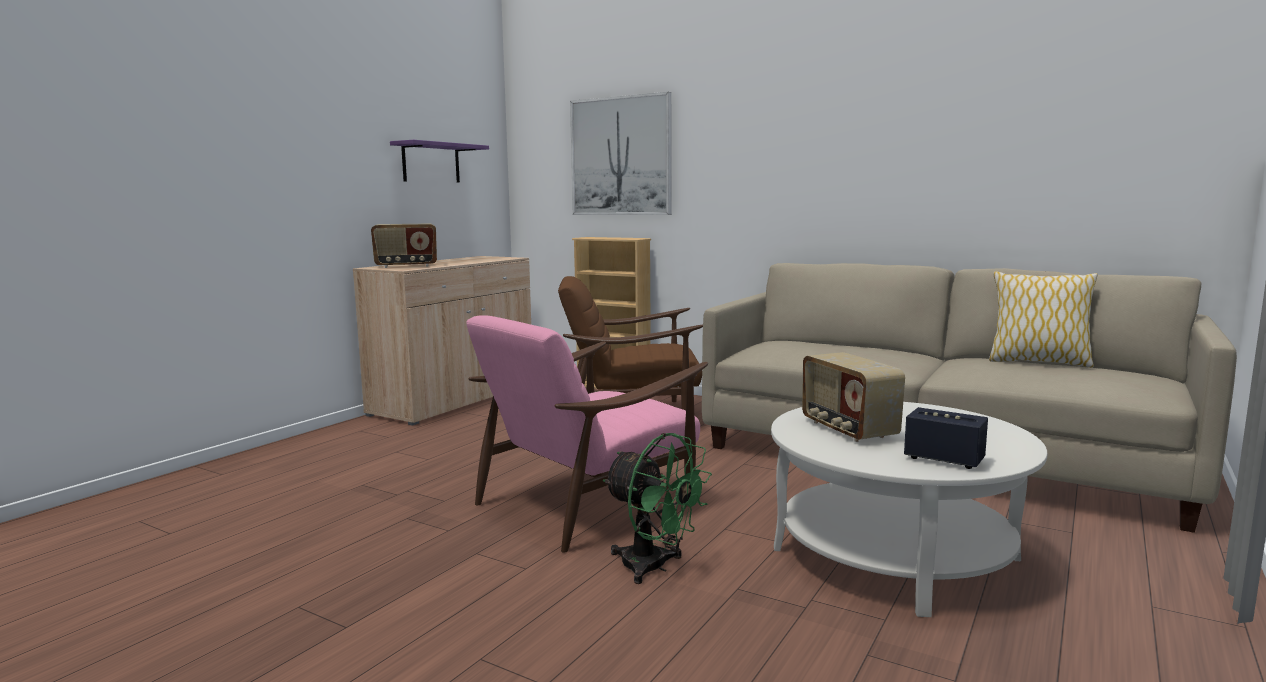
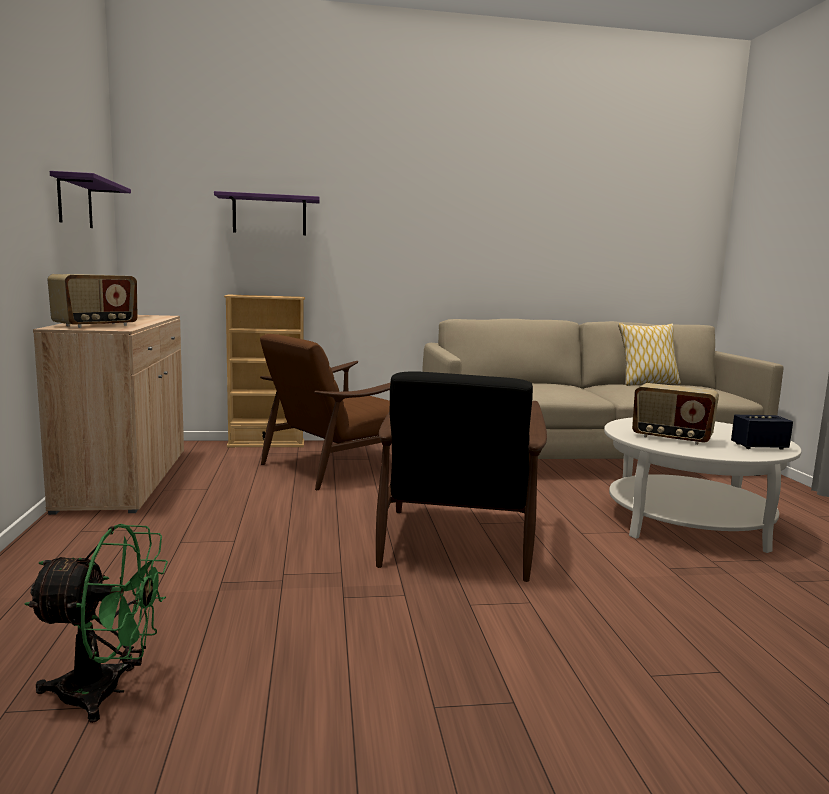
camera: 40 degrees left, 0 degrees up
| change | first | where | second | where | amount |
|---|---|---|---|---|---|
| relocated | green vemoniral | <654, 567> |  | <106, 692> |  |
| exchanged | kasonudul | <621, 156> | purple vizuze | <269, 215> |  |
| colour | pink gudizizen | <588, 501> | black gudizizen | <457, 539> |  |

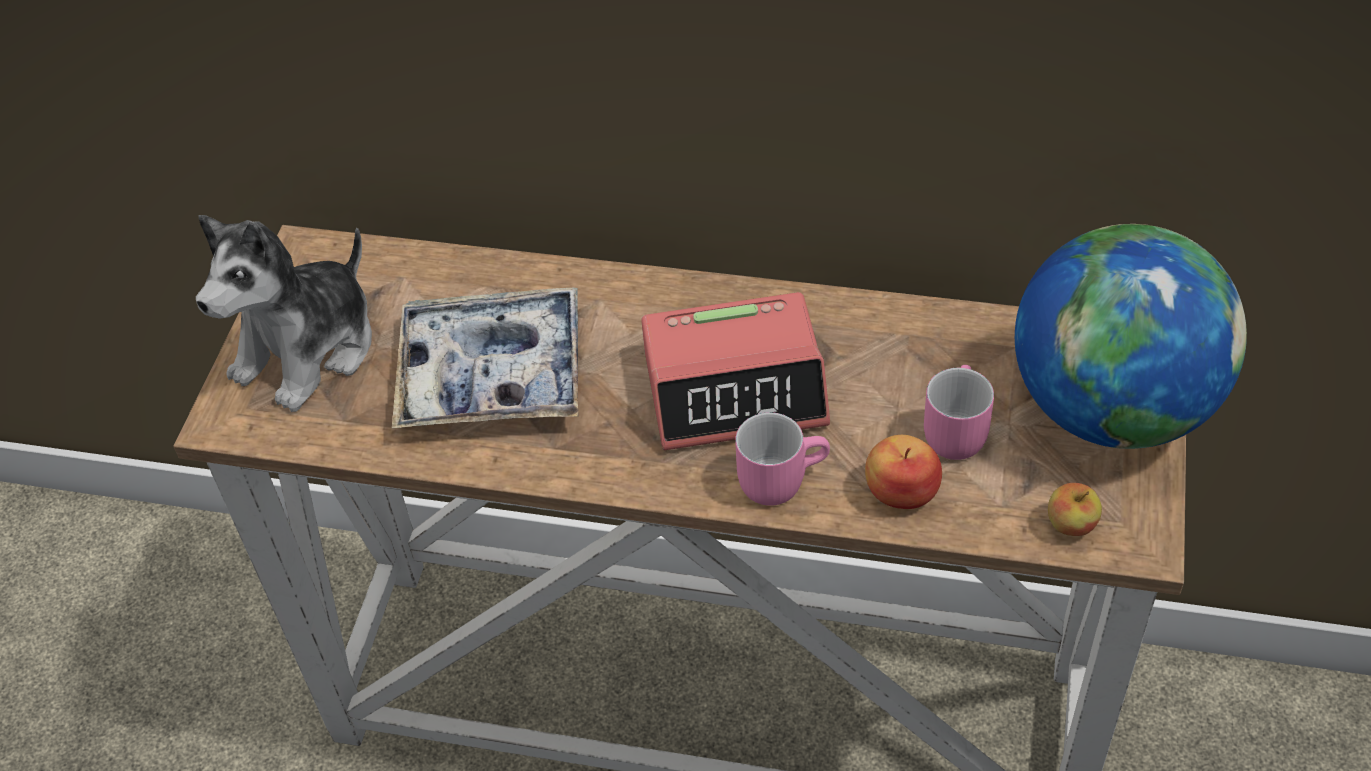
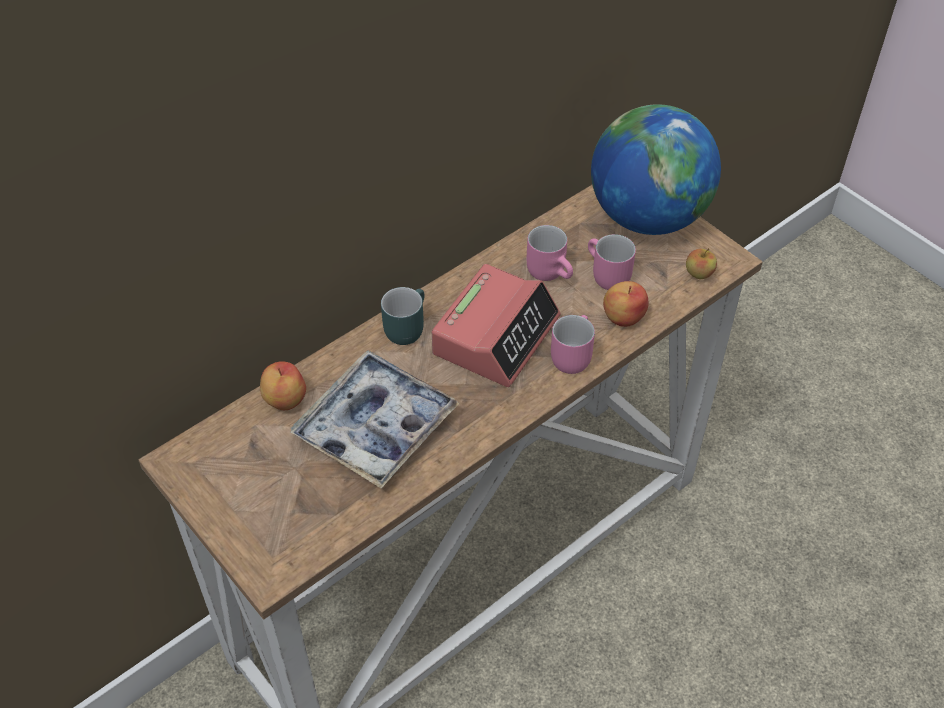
camera: 55 degrees left, 0 degrees up
| change | first | where | second | where | amount |
|---|---|---|---|---|---|
| missing | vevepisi | <308, 349> |  |  |  |
| appeared |  |  | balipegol | <284, 399> |  |
| appeared |  |  | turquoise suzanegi | <404, 326> |  |
| appeared |  |  | pink suzanegi | <551, 271> |  |

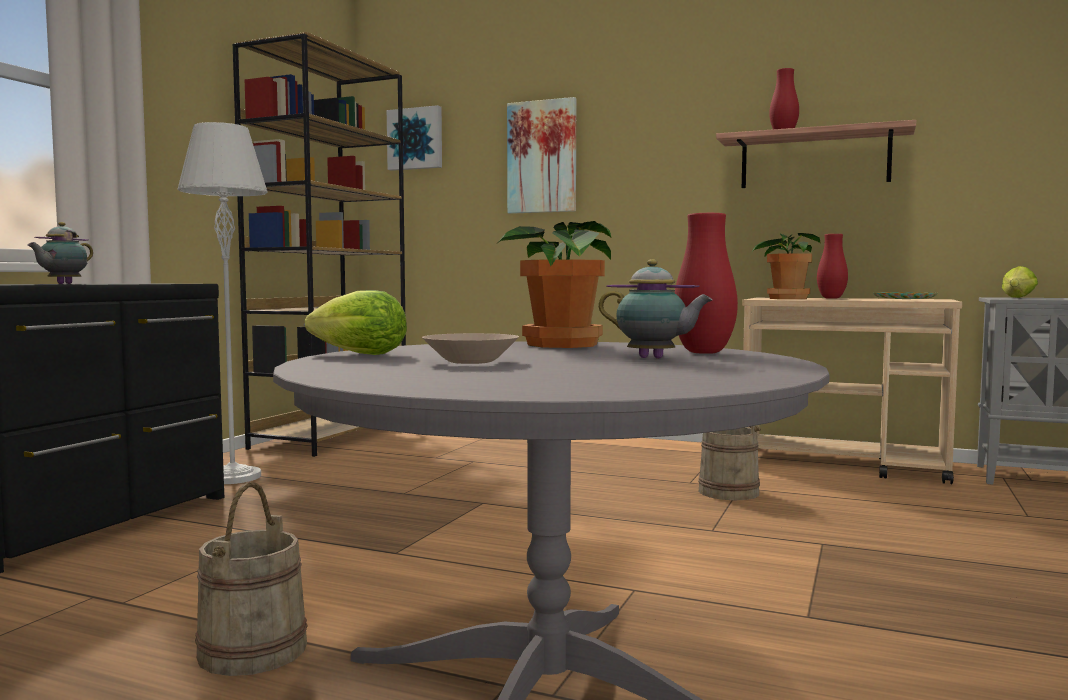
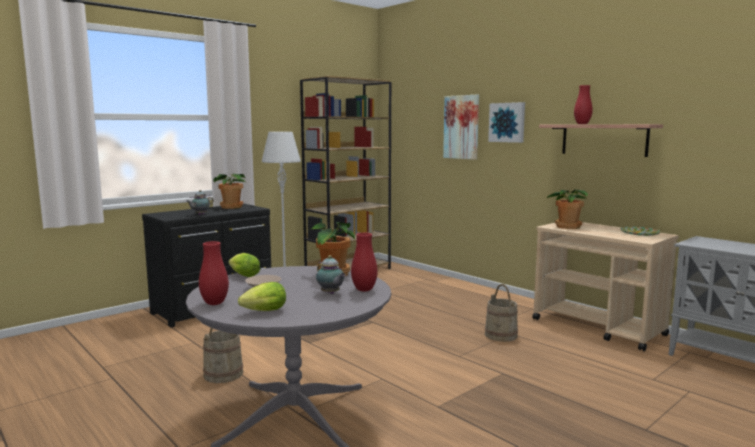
camera: 25 degrees right, 5 degrees up
| change | first | where | second | where | amount |
|---|---|---|---|---|---|
| appeared |  |  | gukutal | <231, 207> |  |
| relocated | kasonudul | <416, 139> |  | <507, 122> |  |
| relocated | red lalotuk | <831, 298> |  | <214, 303> |  |
| relocated | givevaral | <1017, 298> |  | <262, 312> |  |

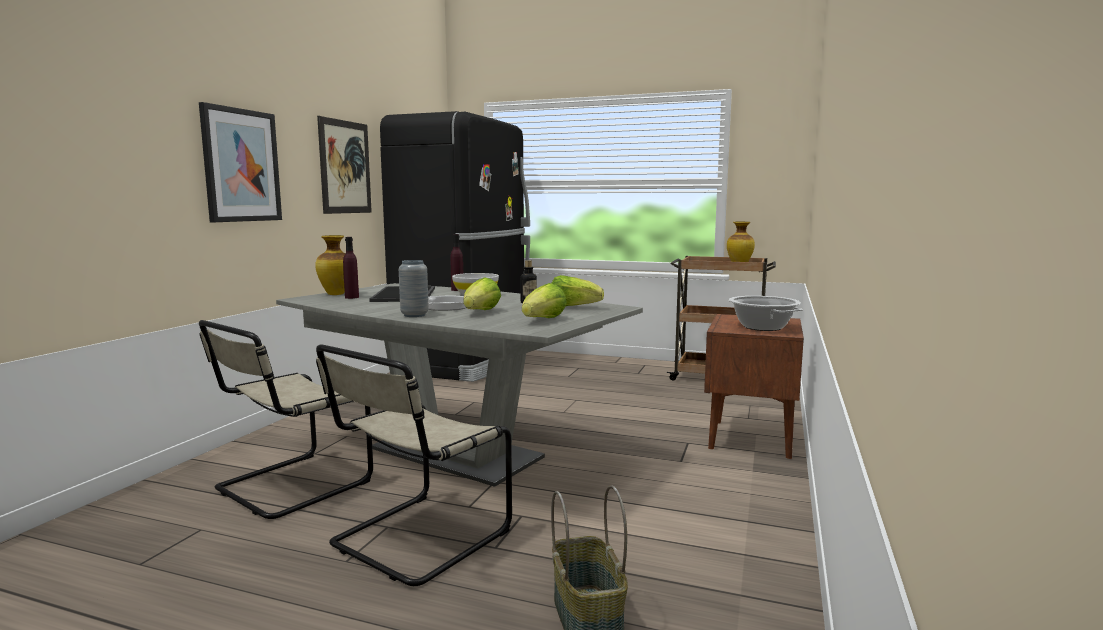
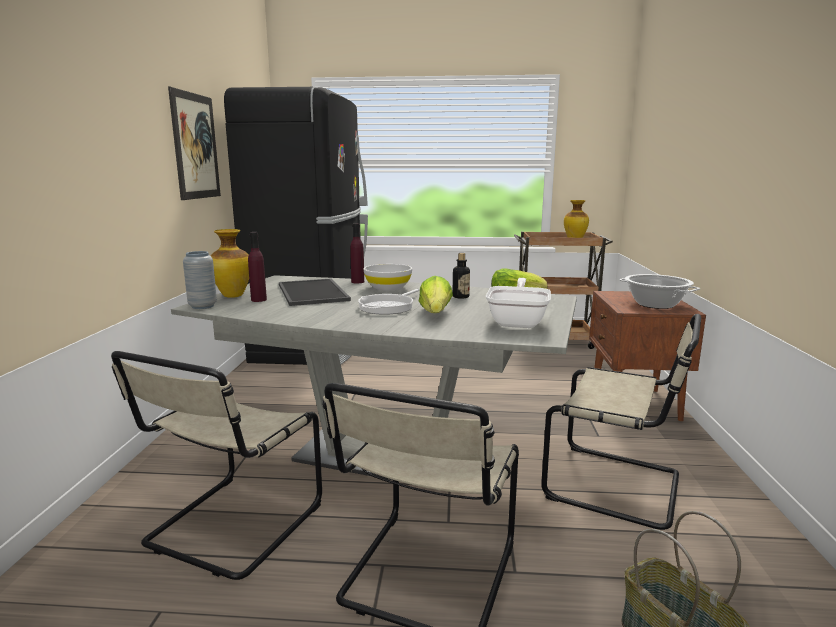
camera: 15 degrees left, 5 degrees up
| change | first | where | second | where | amount |
|---|---|---|---|---|---|
| missing | kasonudul | <241, 165> |  |  |  |
| appeared |  |  | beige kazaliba | <618, 486> |  |
| relocated | grey lalotuk | <414, 315> |  | <202, 306> |  |
| exchanged | givevaral | <543, 320> | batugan | <518, 321> |  |

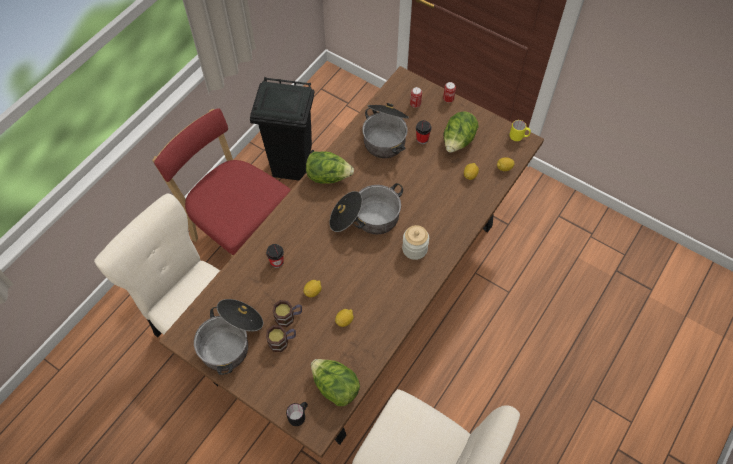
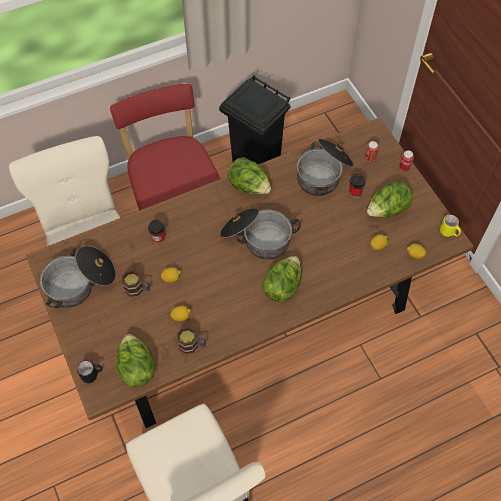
camera: 30 degrees right, 0 degrees up
| change | first | where | second | where | amount |
|---|---|---|---|---|---|
| relocated | suzanegi | <282, 341> |  | <192, 345> |  |
| exchanged | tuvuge | <414, 249> | givevaral | <282, 286> |  |

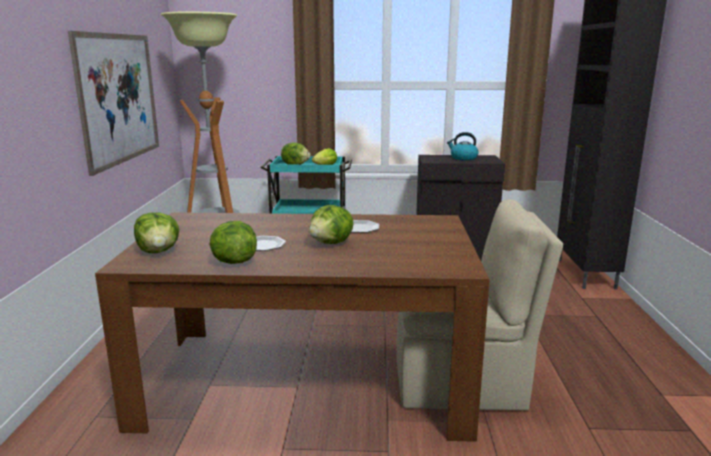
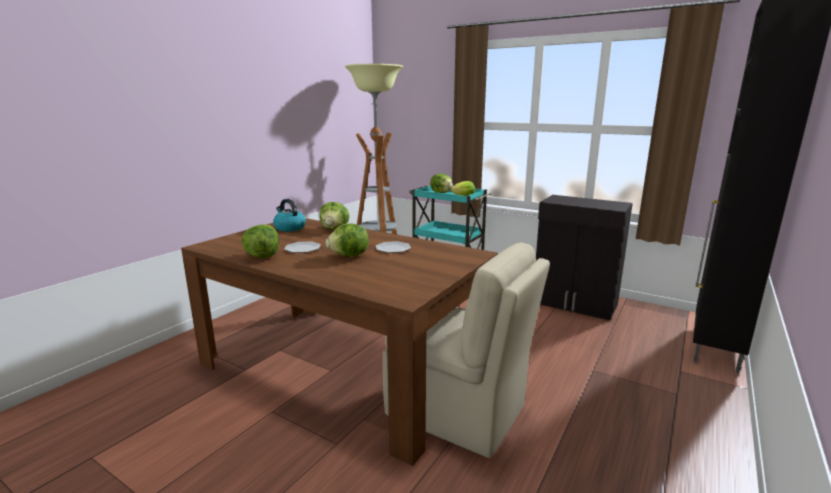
camera: 30 degrees right, 0 degrees up
| change | first | where | second | where | amount |
|---|---|---|---|---|---|
| missing | kasonudul | <119, 98> |  |  |  |
| relocated | givevaral | <159, 251> |  | <334, 229> |  |
| relocated | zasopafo | <463, 158> |  | <289, 228> |  |

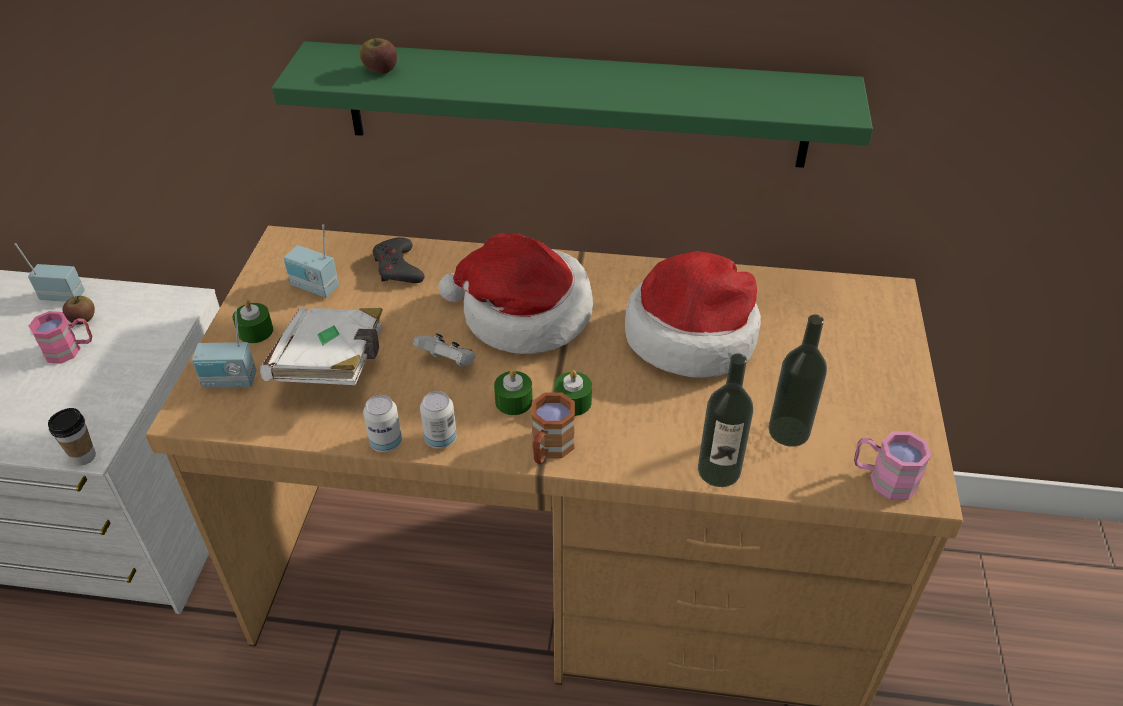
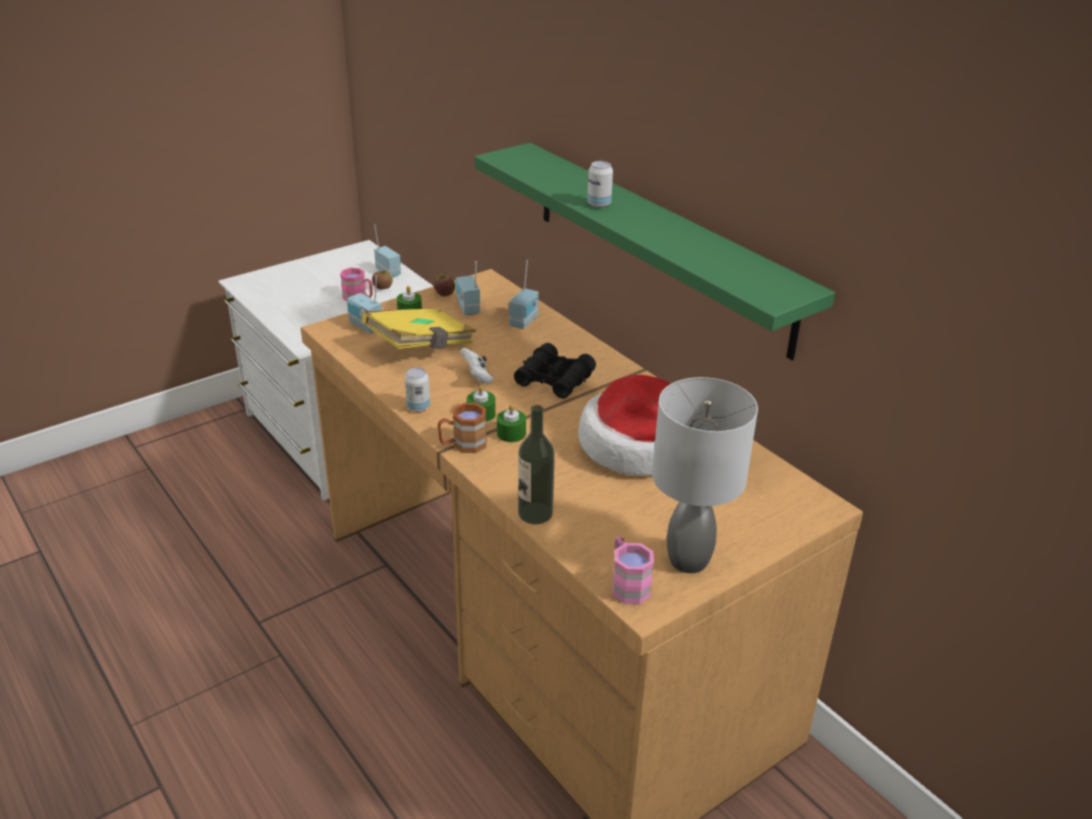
camera: 45 degrees right, 10 degrees down
| change | first | where | second | where | amount |
|---|---|---|---|---|---|
| missing | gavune | <84, 456> |  |  |  |
| missing | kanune | <788, 431> |  |  |  |
| appeared |  |  | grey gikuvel | <687, 561> |  |
| relocated | balipegol | <380, 70> |  | <444, 293> |  |
| relocated | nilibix | <386, 443> |  | <599, 204> |  |
| exchanged | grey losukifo | <398, 267> | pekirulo | <525, 321> |  |
| exchanged | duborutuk | <523, 315> | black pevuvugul | <554, 380> |  |
| colour | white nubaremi | <333, 365> | yellow nubaremi | <421, 346> |  |

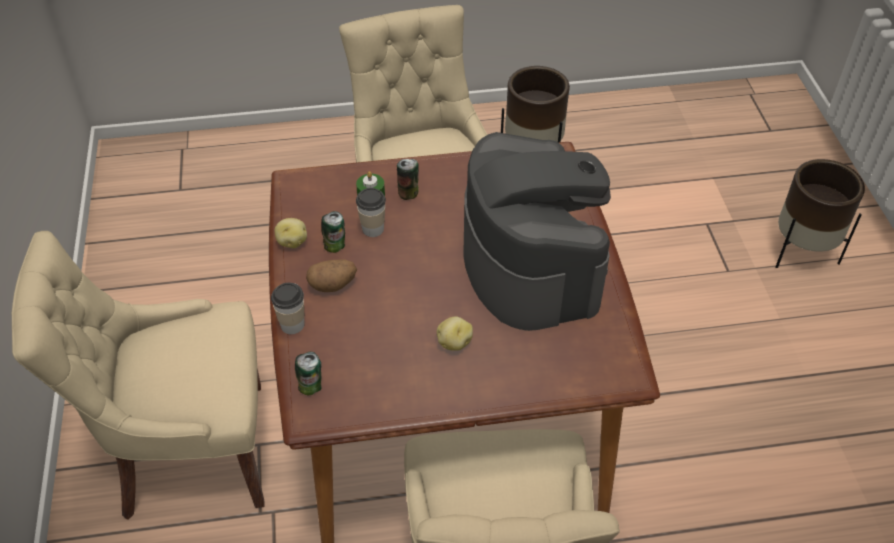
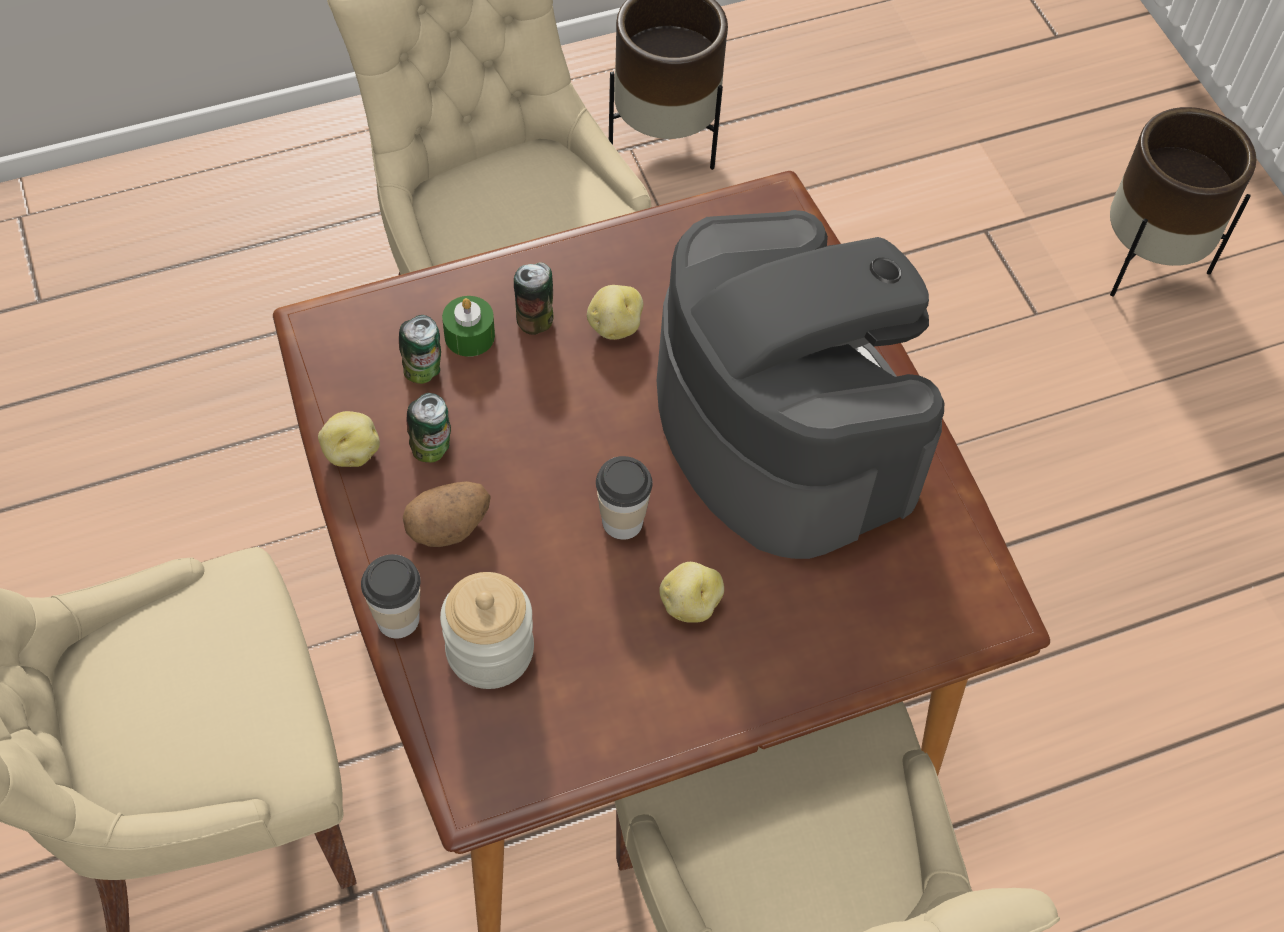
camera: 15 degrees left, 10 degrees up
| change | first | where | second | where | amount |
|---|---|---|---|---|---|
| appeared |  |  | tuvuge | <490, 650> |  |
| appeared |  |  | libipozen | <614, 326> |  |
| relocated | nilibix | <311, 387> |  | <424, 371> |  |
| relocated | gavune | <373, 229> |  | <622, 521> |  |

